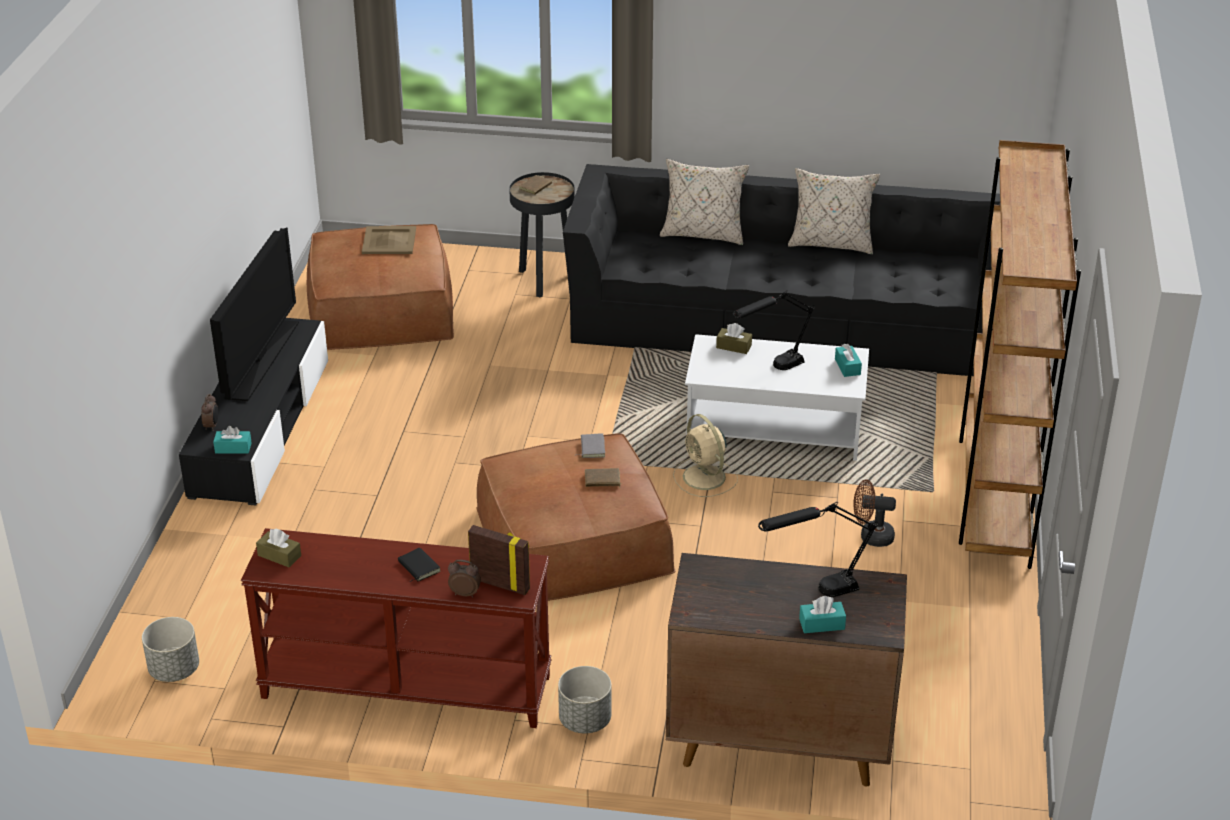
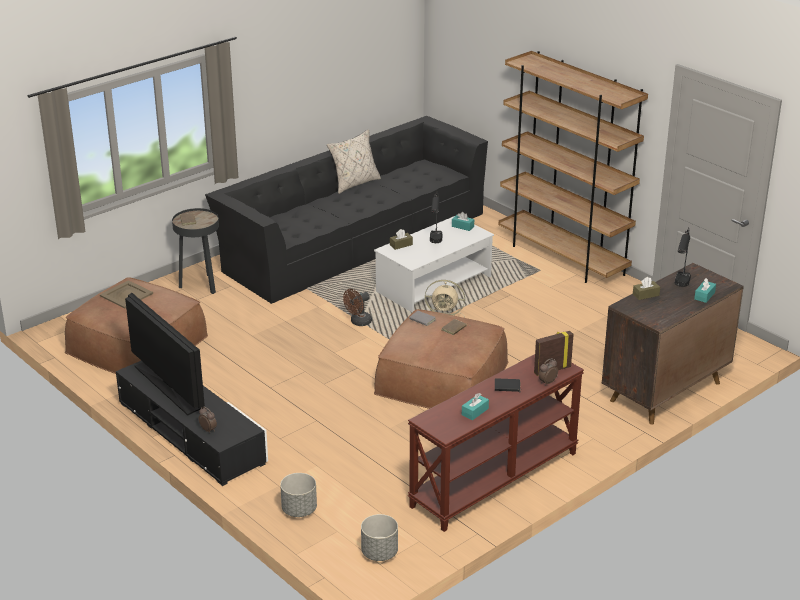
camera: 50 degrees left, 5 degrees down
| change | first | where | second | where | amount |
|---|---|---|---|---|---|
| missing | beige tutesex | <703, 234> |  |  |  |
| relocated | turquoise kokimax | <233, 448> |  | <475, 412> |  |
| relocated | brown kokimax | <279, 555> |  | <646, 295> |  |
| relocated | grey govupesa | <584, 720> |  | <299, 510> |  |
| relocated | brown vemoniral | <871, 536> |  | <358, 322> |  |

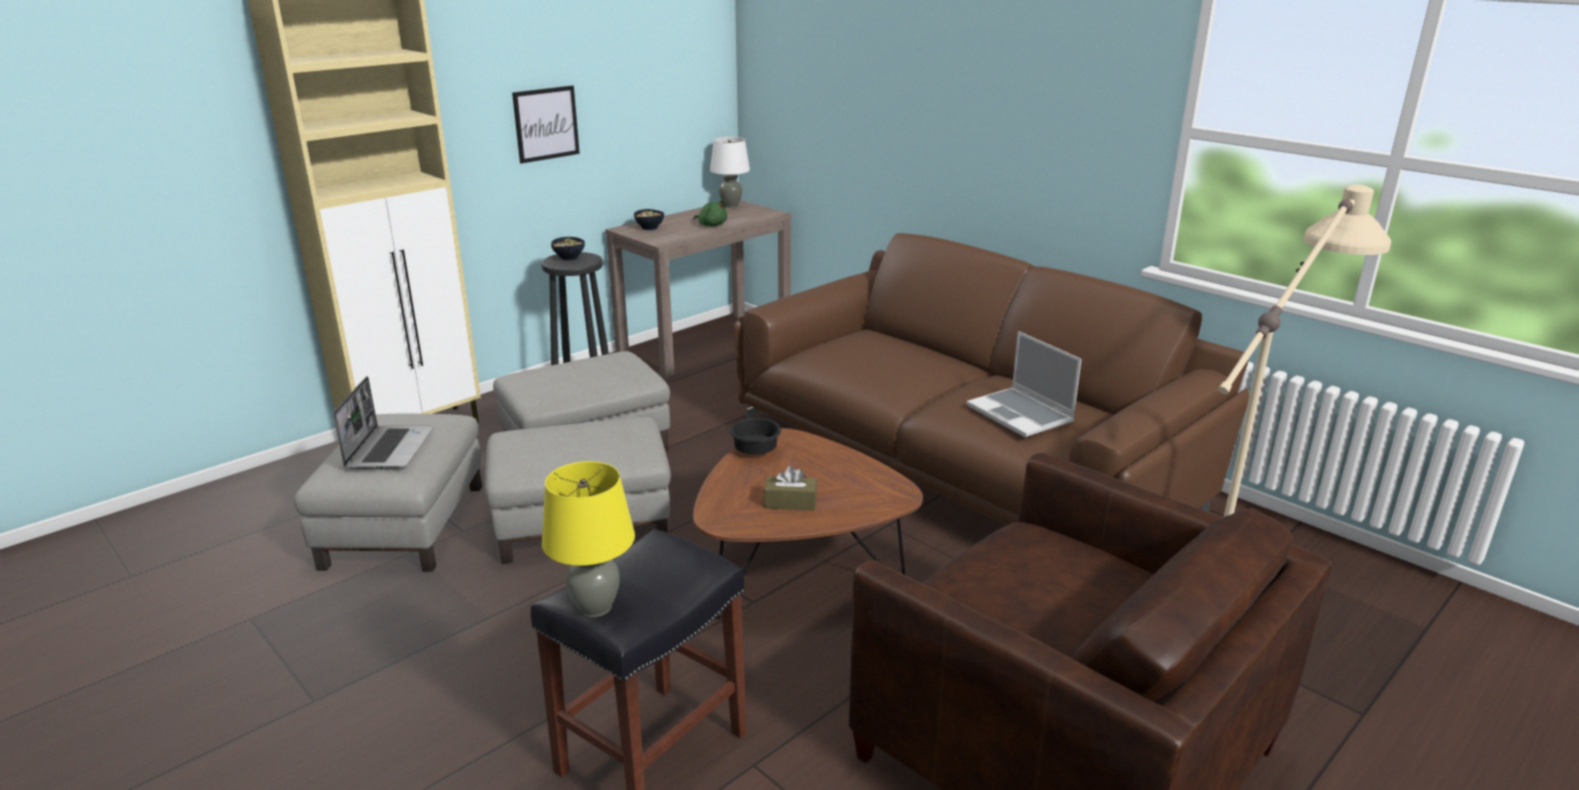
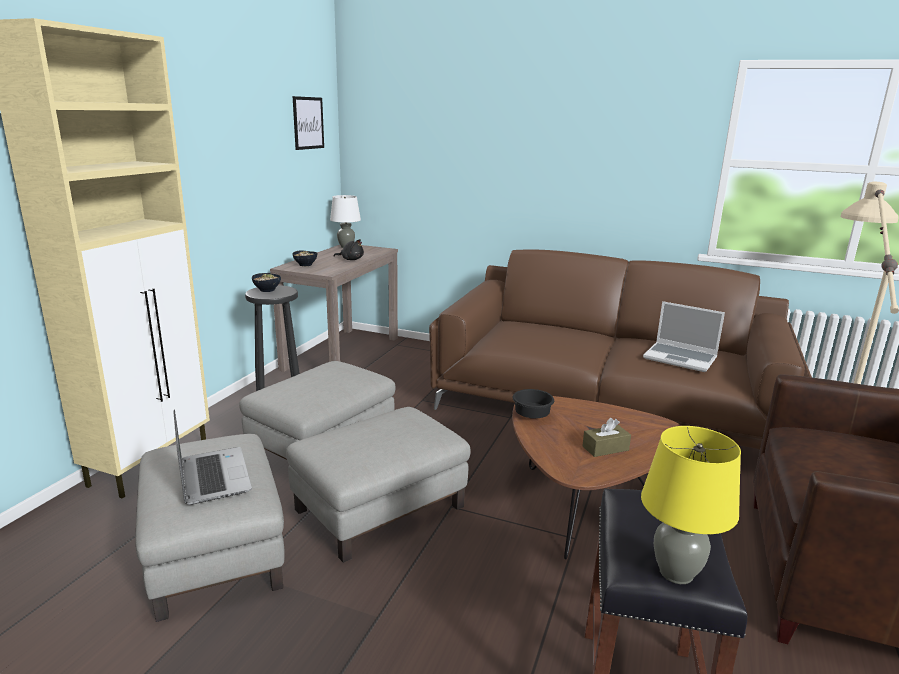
camera: 25 degrees left, 5 degrees down
| change | first | where | second | where | amount |
|---|---|---|---|---|---|
| relocated | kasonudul | <546, 124> |  | <308, 123> |  |
| colour | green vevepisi | <712, 225> | black vevepisi | <351, 259> |  |

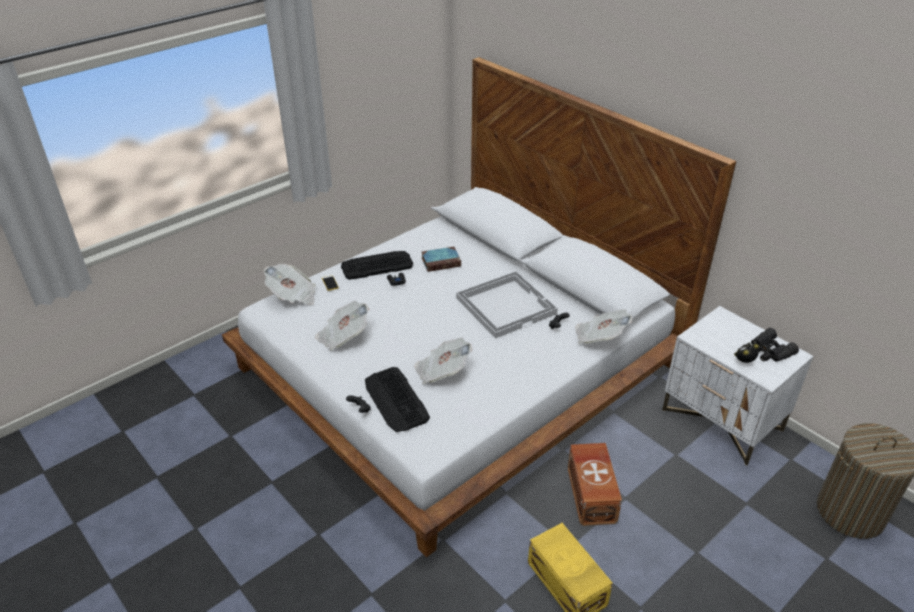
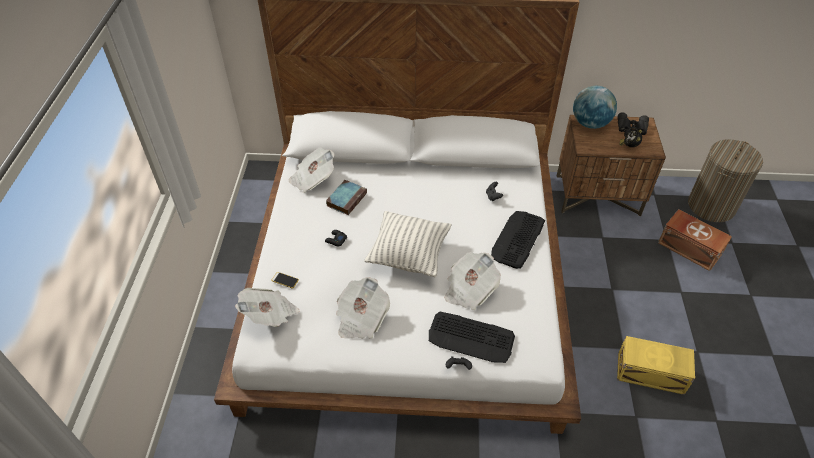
camera: 45 degrees left, 10 degrees up
| change | first | where | second | where | amount |
|---|---|---|---|---|---|
| missing | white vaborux | <506, 305> |  |  |  |
| appeared |  |  | tutesex | <409, 255> |  |
| appeared |  |  | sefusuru | <590, 123> |  |
| relocated | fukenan | <376, 265> |  | <517, 239> |  |
| relocated | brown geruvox | <592, 493> |  | <689, 247> |  |
| relocated | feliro | <599, 337> |  | <312, 179> |  |
| colour | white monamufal | <722, 421> | brown monamufal | <598, 195> |  |

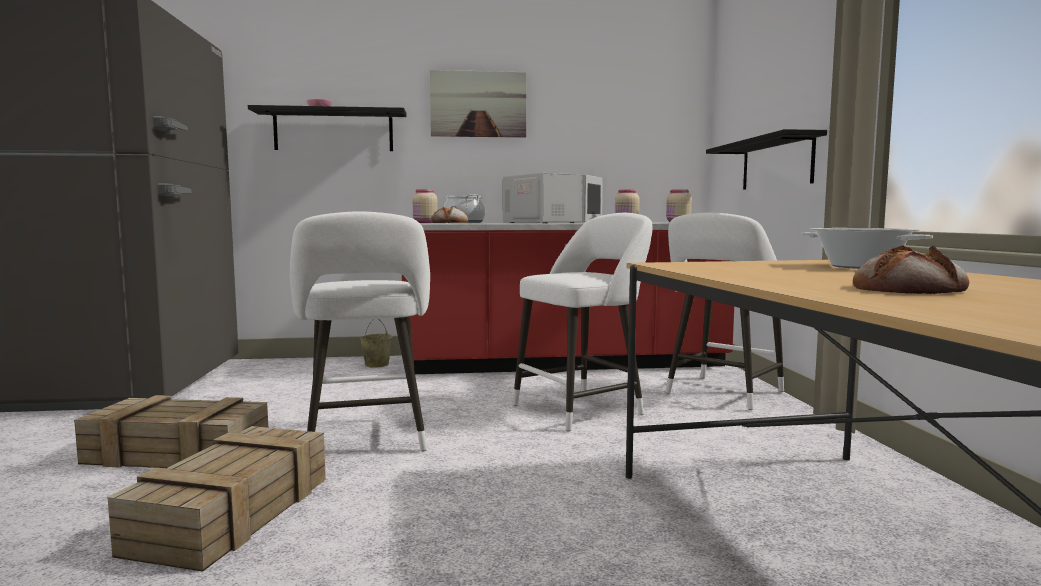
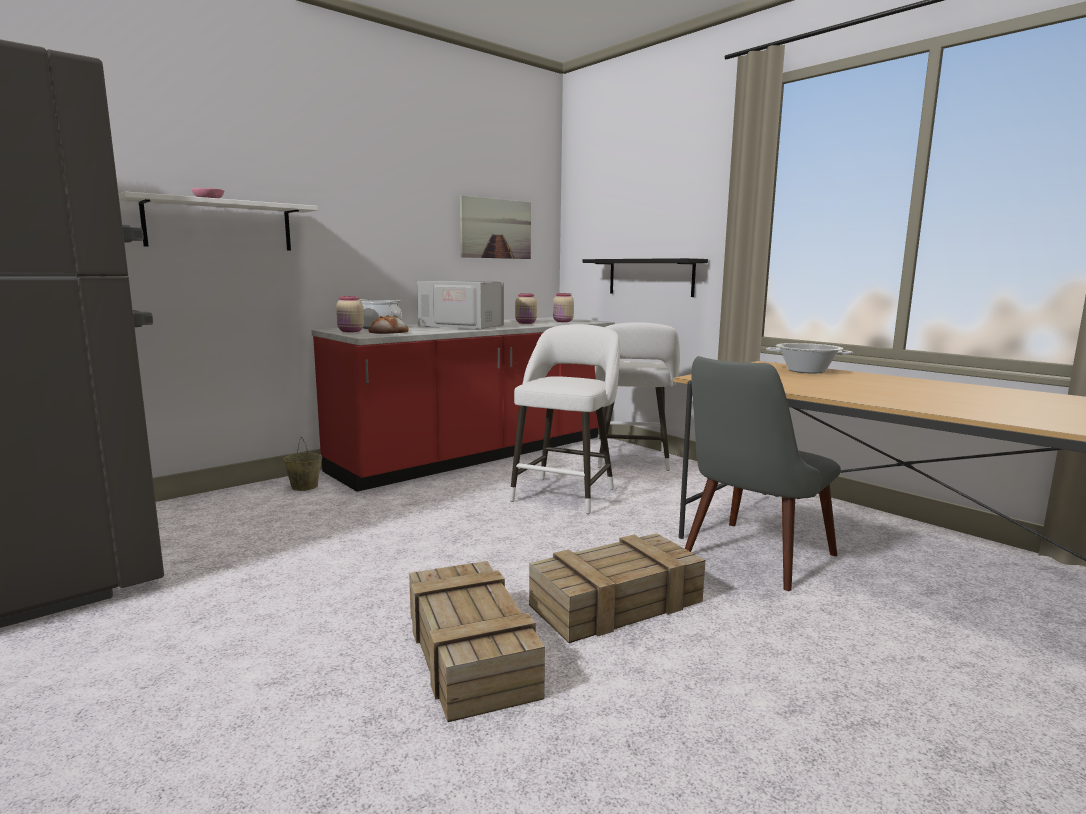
camera: 35 degrees left, 5 degrees up
| change | first | where | second | where | amount |
|---|---|---|---|---|---|
| missing | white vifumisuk | <366, 441> |  |  |  |
| missing | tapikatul | <908, 289> |  |  |  |
| appeared |  |  | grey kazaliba | <750, 560> |  |
| relocated | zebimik | <180, 452> |  | <618, 602> |  |
| relocated | kasonudul | <478, 104> |  | <496, 228> |  |
| colour | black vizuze | <333, 131> | white vizuze | <219, 225> |  |

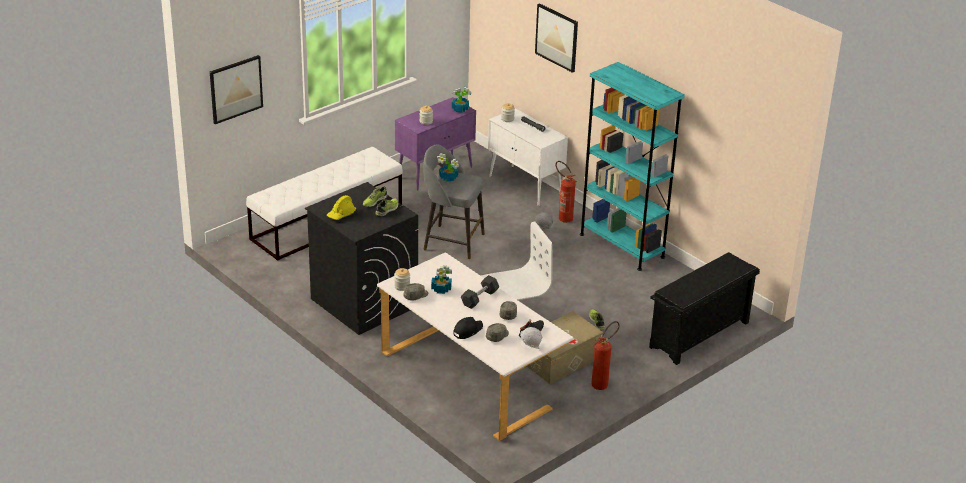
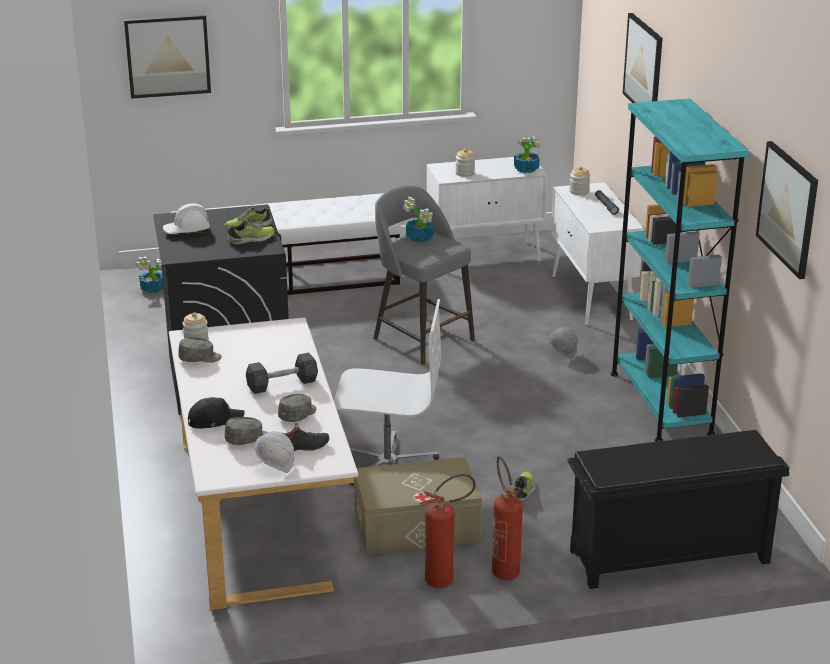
camera: 30 degrees right, 5 degrees down
| change | first | where | second | where | amount |
|---|---|---|---|---|---|
| appeared |  |  | kasonudul | <788, 208> |  |
| relocated | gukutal | <441, 289> |  | <153, 288> |  |
| relocated | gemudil | <562, 217> |  | <503, 567> |  |
| colour | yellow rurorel | <341, 214> | white rurorel | <187, 231> |  |
| colour | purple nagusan | <435, 172> | white nagusan | <485, 256> |  |

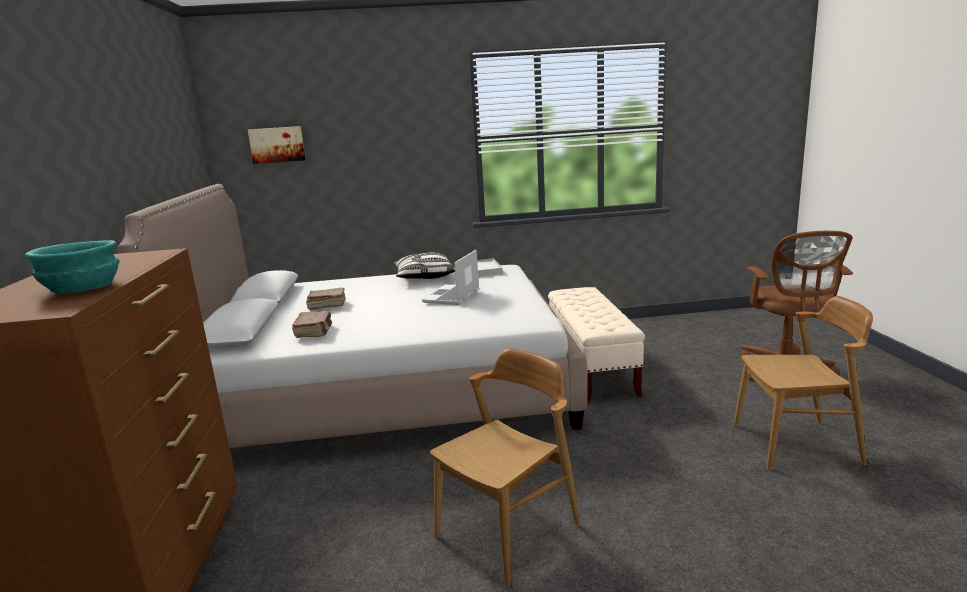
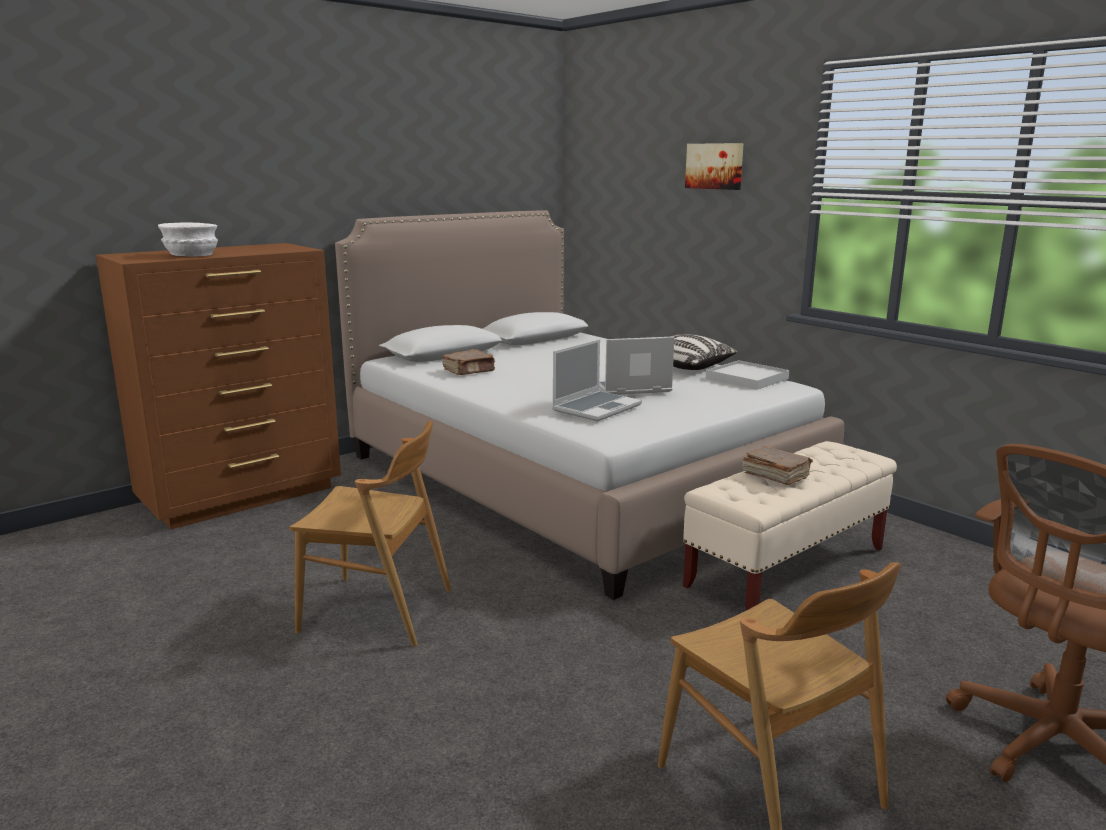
camera: 55 degrees right, 0 degrees up
| change | first | where | second | where | amount |
|---|---|---|---|---|---|
| appeared |  |  | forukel | <596, 407> |  |
| relocated | kasonudul | <277, 144> |  | <715, 166> |  |
| relocated | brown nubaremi | <326, 305> |  | <775, 476> |  |
| colour | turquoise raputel | <81, 288> | white raputel | <191, 255> |  |

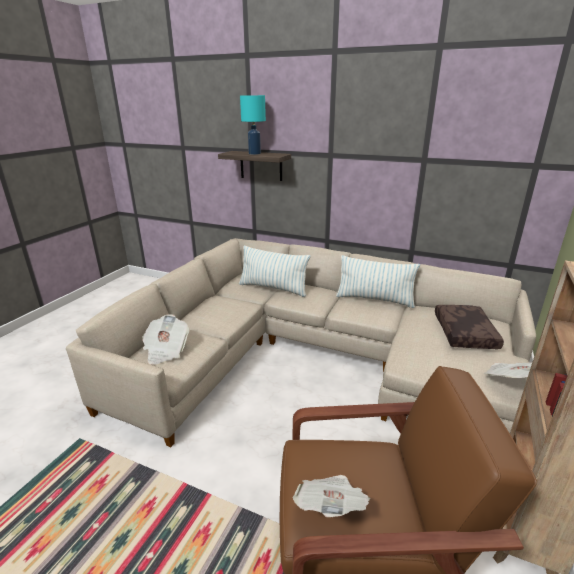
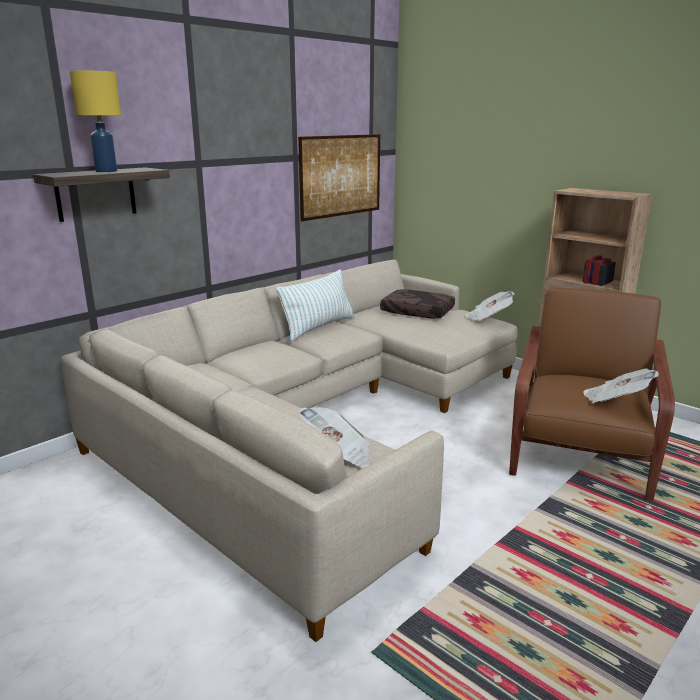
camera: 70 degrees left, 5 degrees down
| change | first | where | second | where | amount |
|---|---|---|---|---|---|
| missing | tutesex | <273, 288> |  |  |  |
| appeared |  |  | kasonudul | <341, 176> |  |
| colour | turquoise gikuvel | <254, 153> | yellow gikuvel | <106, 171> |  |

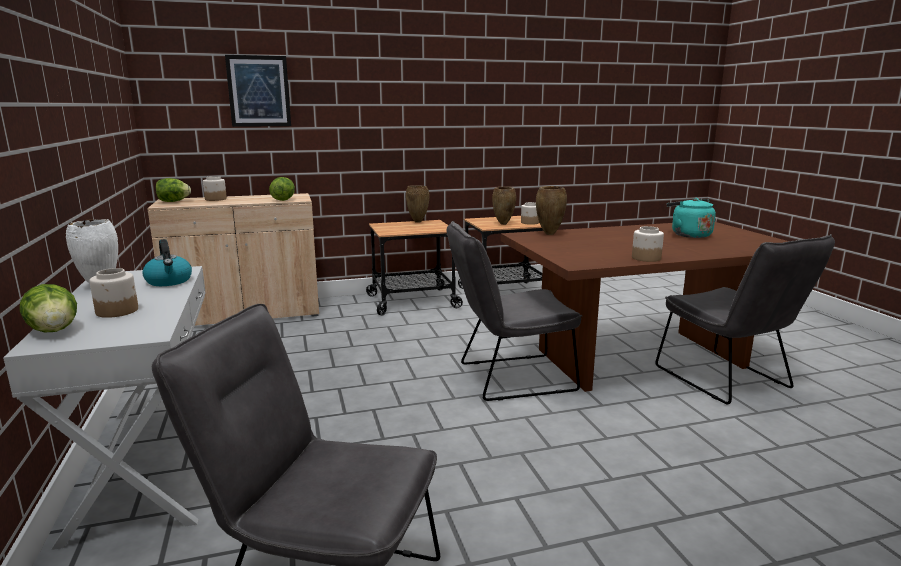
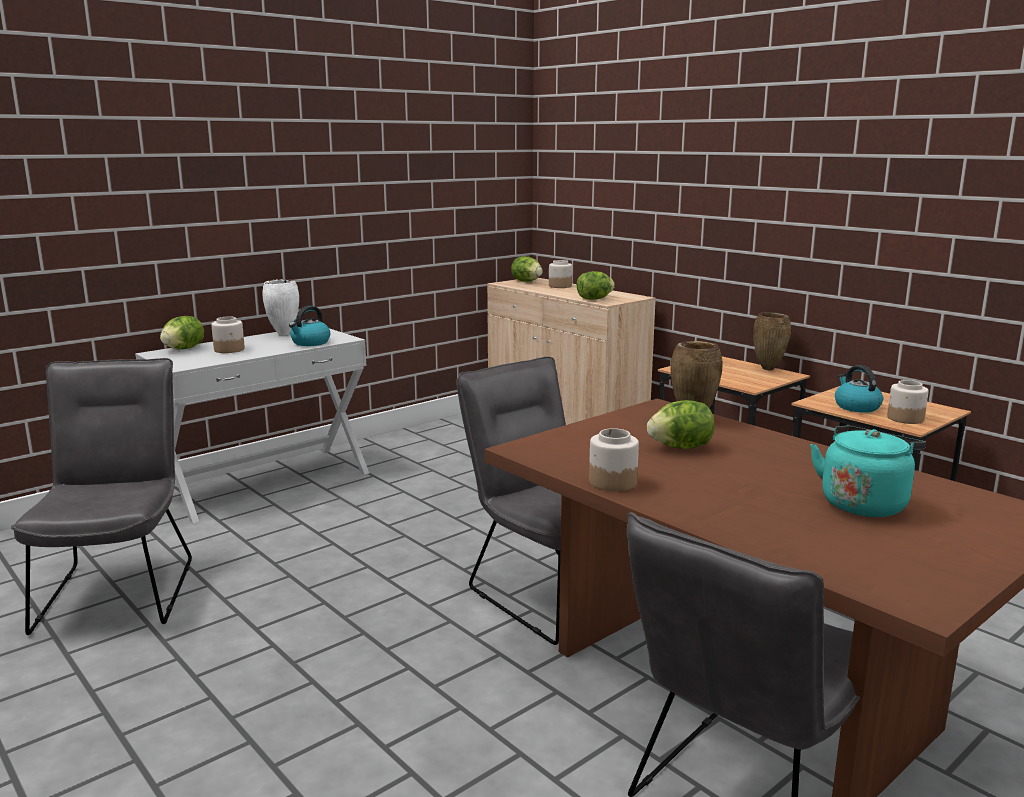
camera: 65 degrees right, 0 degrees up
| change | first | where | second | where | amount |
|---|---|---|---|---|---|
| missing | kasonudul | <259, 91> |  |  |  |
| appeared |  |  | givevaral | <680, 447> |  |
| exchanged | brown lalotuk | <503, 224> | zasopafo | <856, 407> |  |

